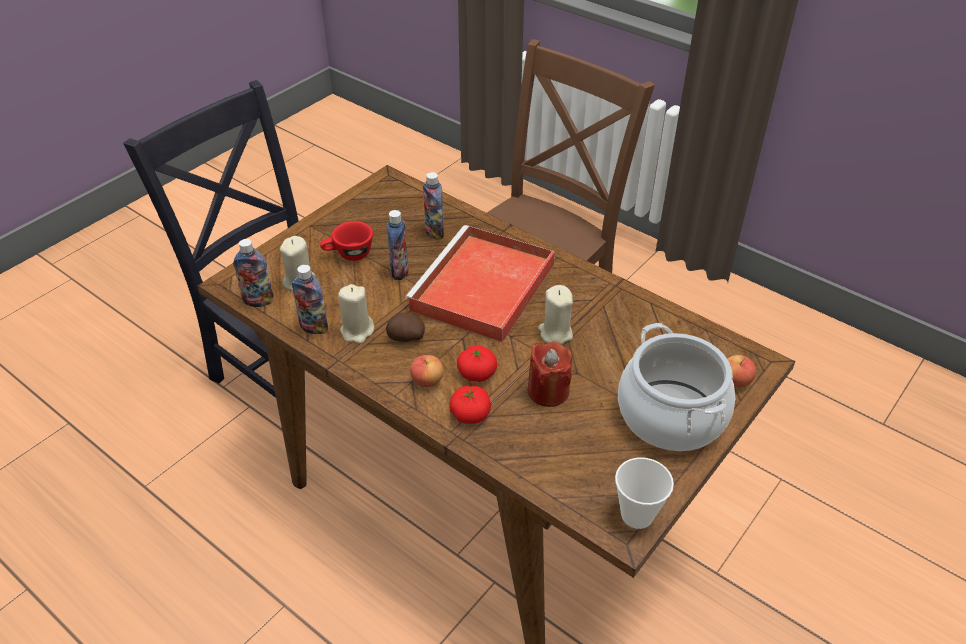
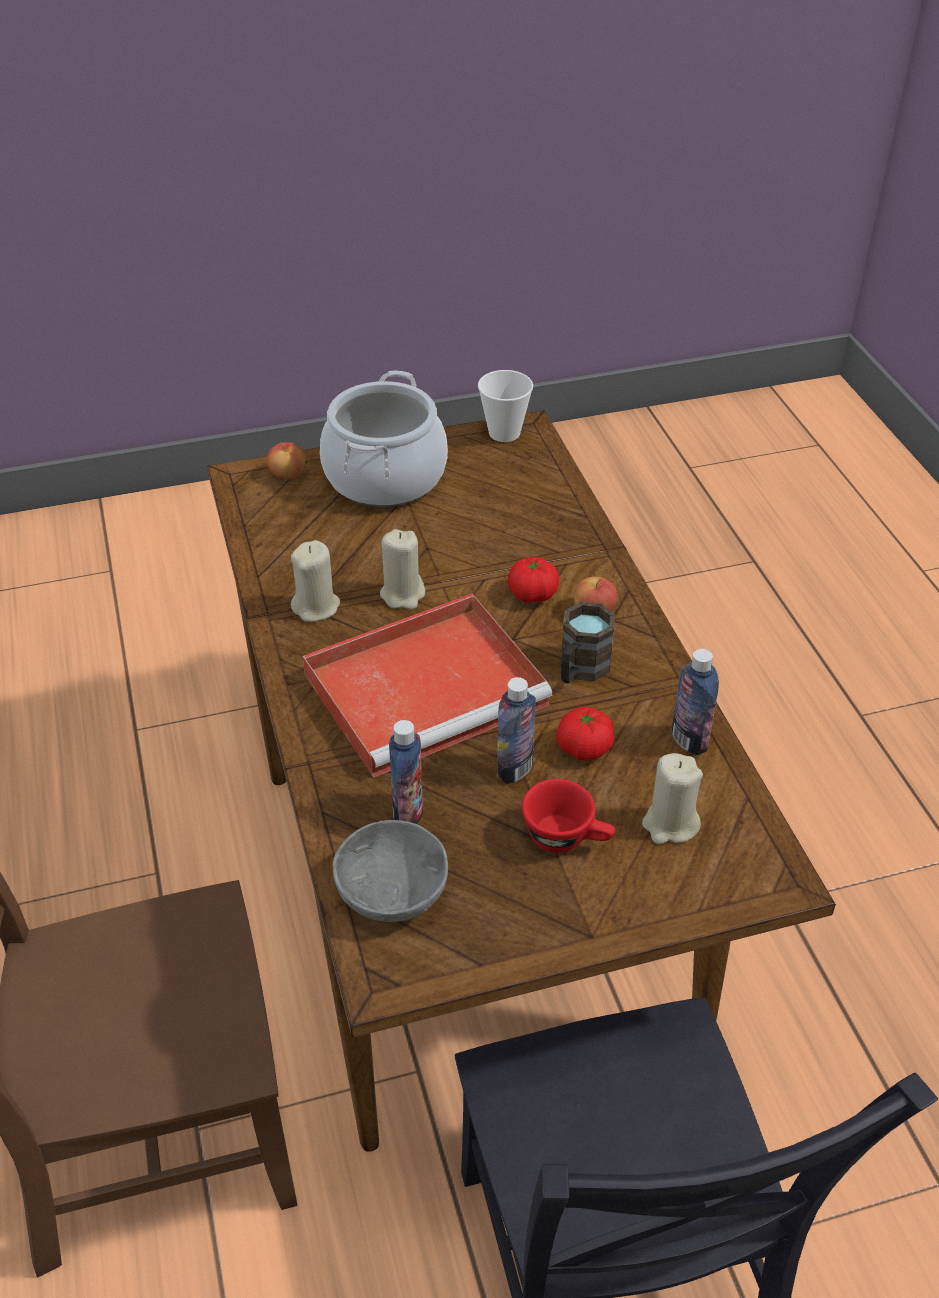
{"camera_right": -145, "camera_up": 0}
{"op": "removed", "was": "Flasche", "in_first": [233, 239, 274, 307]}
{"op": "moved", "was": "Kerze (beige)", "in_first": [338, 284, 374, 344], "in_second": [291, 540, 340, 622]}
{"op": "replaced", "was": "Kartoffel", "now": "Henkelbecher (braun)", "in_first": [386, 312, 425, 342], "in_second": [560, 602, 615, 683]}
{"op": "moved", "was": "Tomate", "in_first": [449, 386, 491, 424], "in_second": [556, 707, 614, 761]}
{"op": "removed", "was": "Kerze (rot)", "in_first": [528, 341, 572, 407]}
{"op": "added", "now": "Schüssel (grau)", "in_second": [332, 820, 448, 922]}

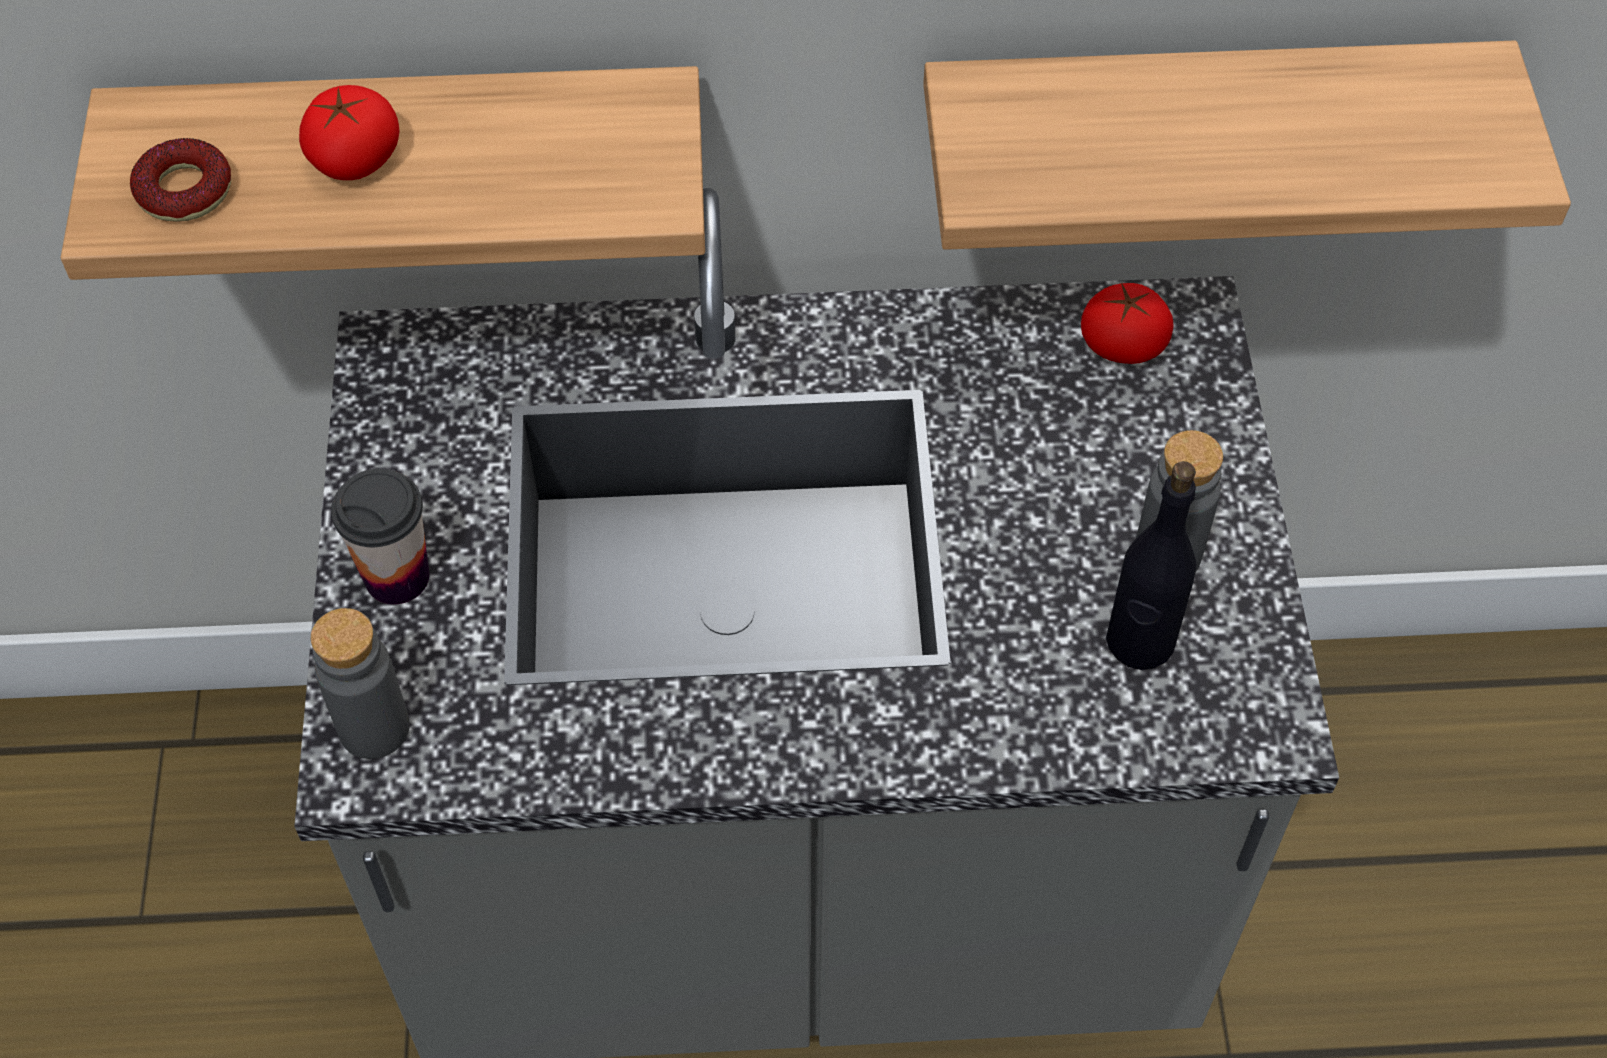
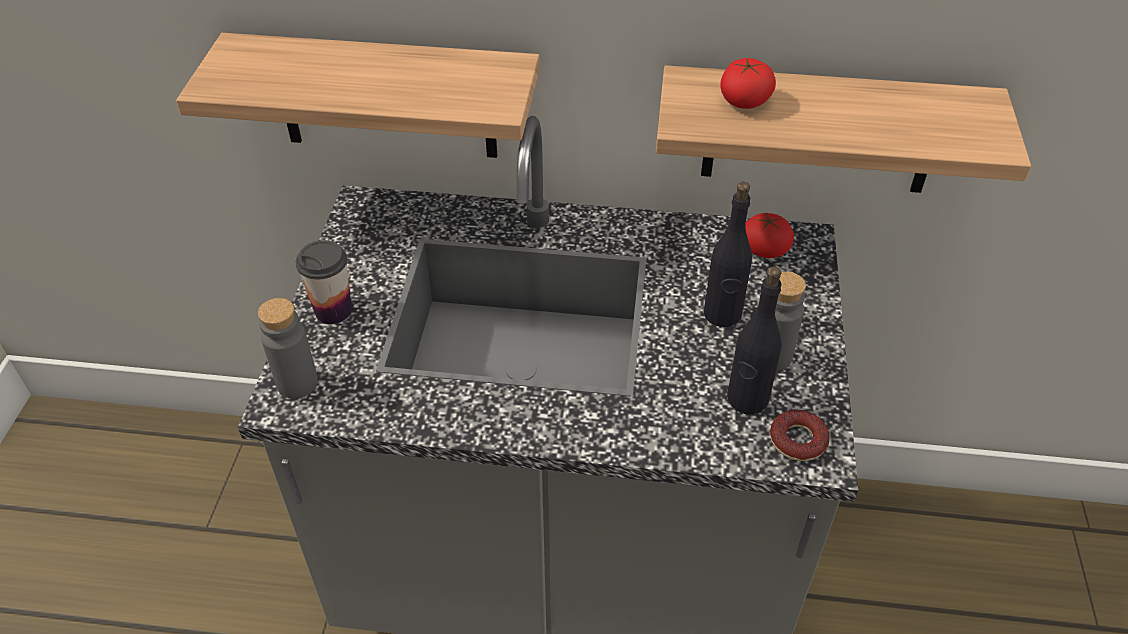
{"camera_right": 10, "camera_up": -10}
{"op": "moved", "was": "Donut", "in_first": [130, 138, 231, 222], "in_second": [770, 409, 830, 461]}
{"op": "moved", "was": "Tomate", "in_first": [299, 85, 400, 180], "in_second": [721, 58, 776, 109]}
{"op": "added", "now": "Flasche (schwarz)", "in_second": [704, 182, 752, 327]}

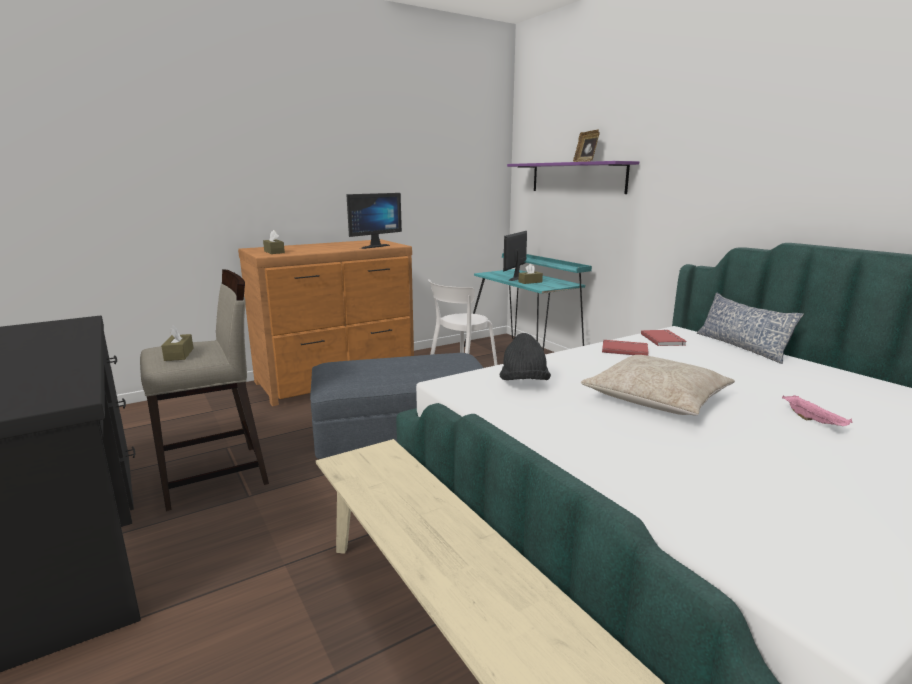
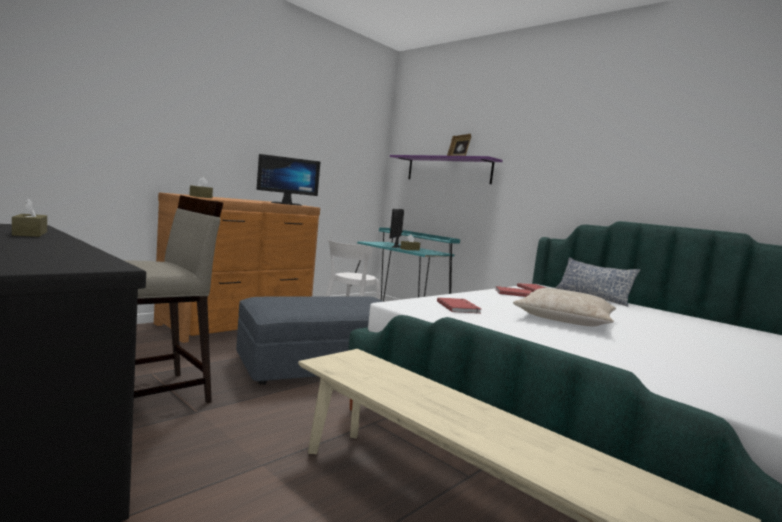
{"camera_right": -15, "camera_up": -10}
{"op": "moved", "was": "Taschentuchbox (braun)", "in_first": [161, 325, 194, 361], "in_second": [12, 198, 47, 237]}
{"op": "turned", "was": "Monitor", "in_first": [346, 193, 402, 249], "in_second": [257, 154, 321, 206], "clockwise": 45}
{"op": "replaced", "was": "Hut (schwarz)", "now": "Buch (rot)", "in_first": [499, 333, 551, 380], "in_second": [437, 298, 481, 314]}
{"op": "removed", "was": "Tablett (rosa)", "in_first": [782, 395, 852, 426]}

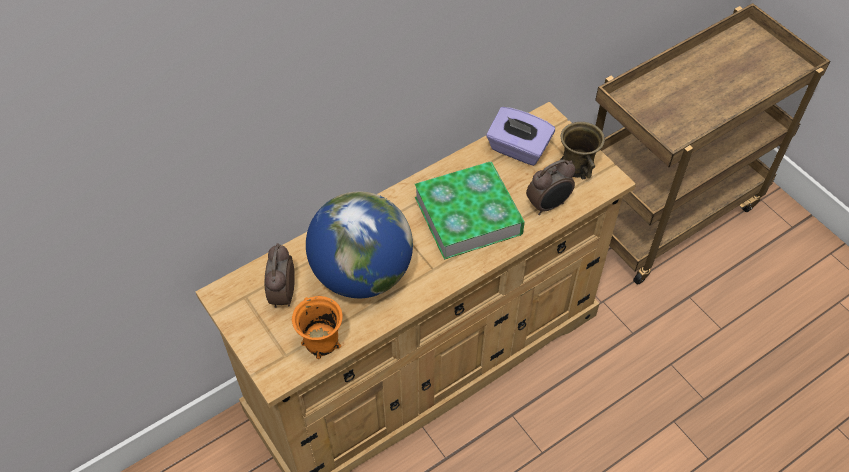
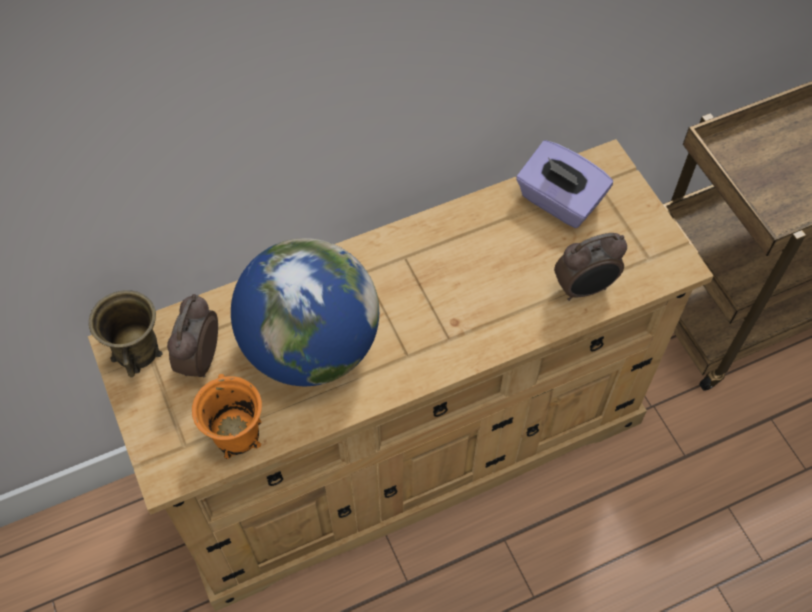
{"camera_right": 10, "camera_up": 5}
{"op": "removed", "was": "Buch", "in_first": [415, 162, 525, 260]}
{"op": "moved", "was": "Henkelbecher (braun)", "in_first": [560, 122, 605, 179], "in_second": [89, 290, 163, 377]}

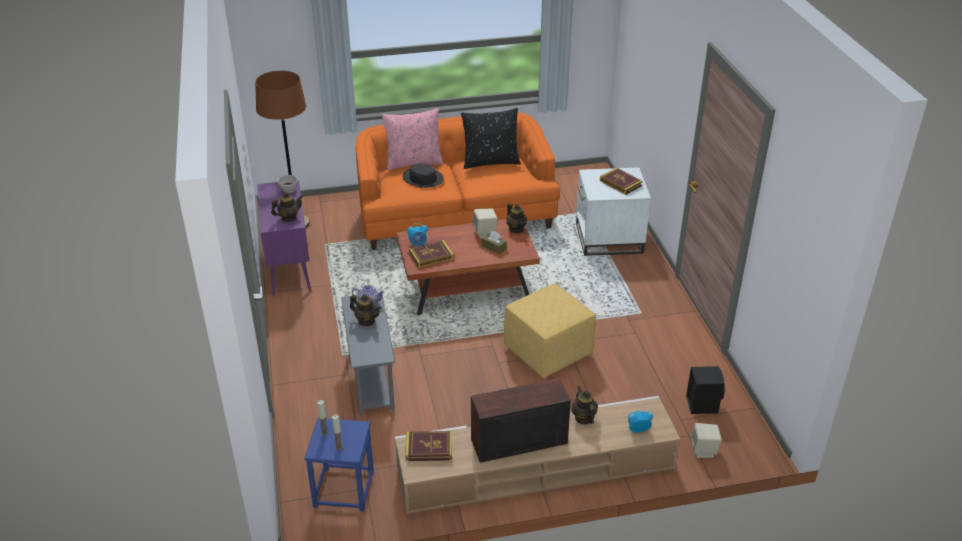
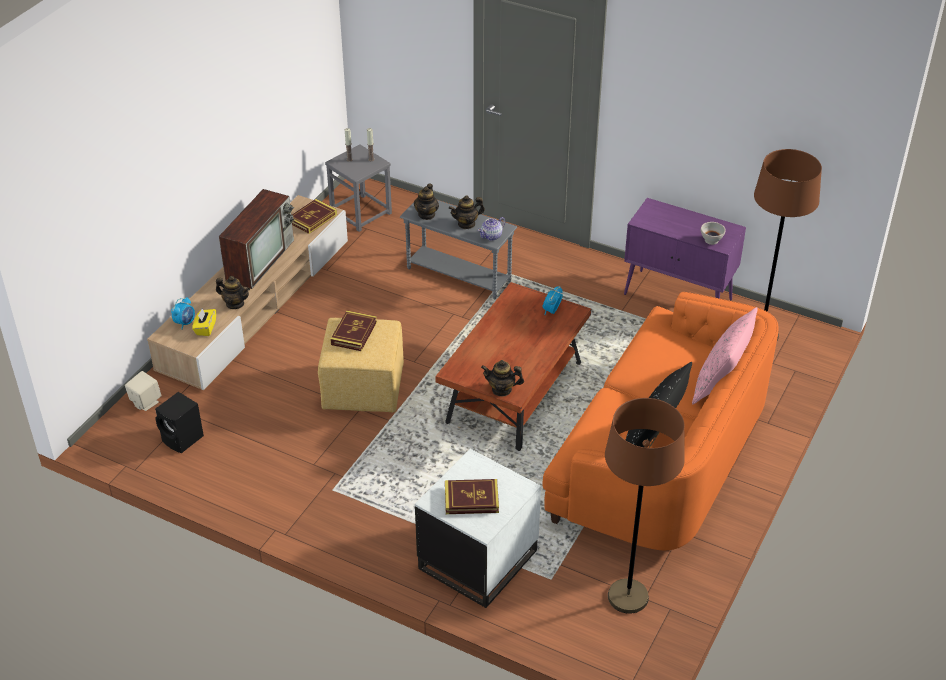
{"camera_right": 130, "camera_up": 5}
{"op": "moved", "was": "Teekanne", "in_first": [271, 192, 303, 222], "in_second": [414, 184, 439, 220]}
{"op": "recoloured", "was": "Hocker (blau)", "now": "Hocker (grau)", "in_first": [305, 418, 374, 512], "in_second": [325, 144, 392, 232]}
{"op": "removed", "was": "Hut (schwarz)", "in_first": [402, 163, 444, 188]}
{"op": "moved", "was": "Buch", "in_first": [409, 240, 454, 268], "in_second": [330, 311, 377, 351]}
{"op": "removed", "was": "Lautsprecher (beige)", "in_first": [473, 208, 498, 238]}
{"op": "removed", "was": "Taschentuchbox (braun)", "in_first": [482, 231, 507, 254]}
{"op": "added", "now": "Taschentuchbox (gelb)", "in_second": [192, 308, 216, 336]}
{"op": "added", "now": "Stehlampe (braun)", "in_second": [605, 398, 685, 614]}

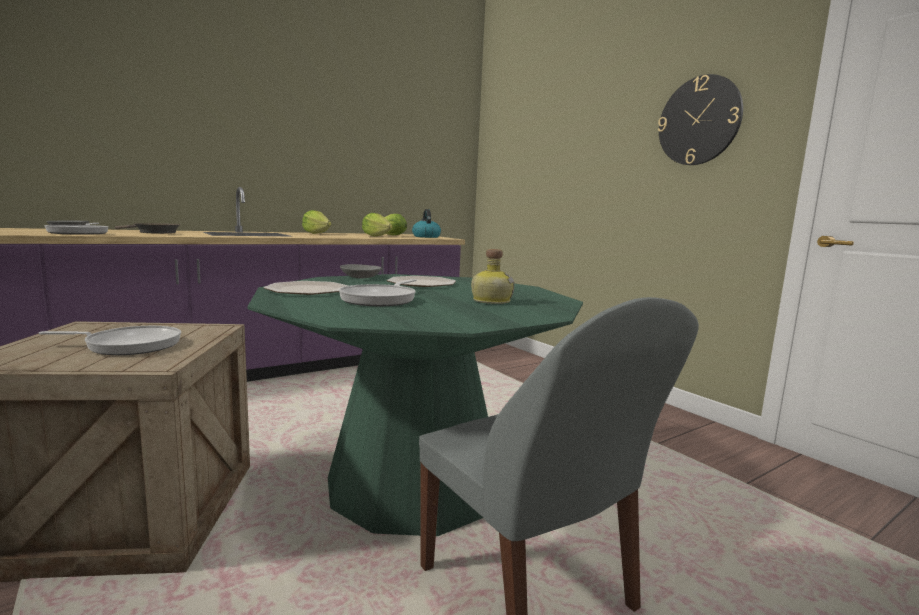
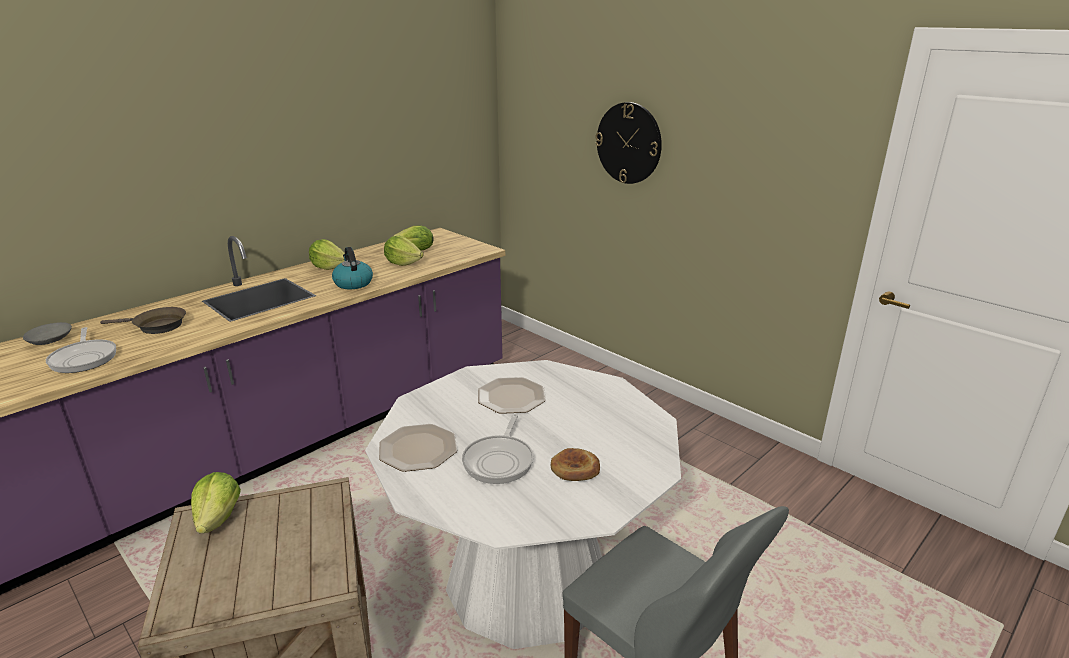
{"camera_right": -10, "camera_up": 15}
{"op": "removed", "was": "Pfanne", "in_first": [39, 326, 181, 355]}
{"op": "recoloured", "was": "Esstisch (grün)", "now": "Esstisch (weiß)", "in_first": [248, 274, 583, 536], "in_second": [365, 360, 681, 649]}
{"op": "removed", "was": "Schüssel (grau)", "in_first": [340, 264, 382, 278]}
{"op": "moved", "was": "Wasserkessel", "in_first": [412, 209, 441, 238], "in_second": [332, 247, 373, 289]}
{"op": "removed", "was": "Flasche", "in_first": [471, 249, 514, 304]}
{"op": "moved", "was": "Wanduhr", "in_first": [658, 74, 743, 165], "in_second": [595, 102, 662, 184]}
{"op": "added", "now": "Salatkopf", "in_second": [191, 472, 241, 533]}
{"op": "added", "now": "Brot", "in_second": [551, 448, 600, 481]}

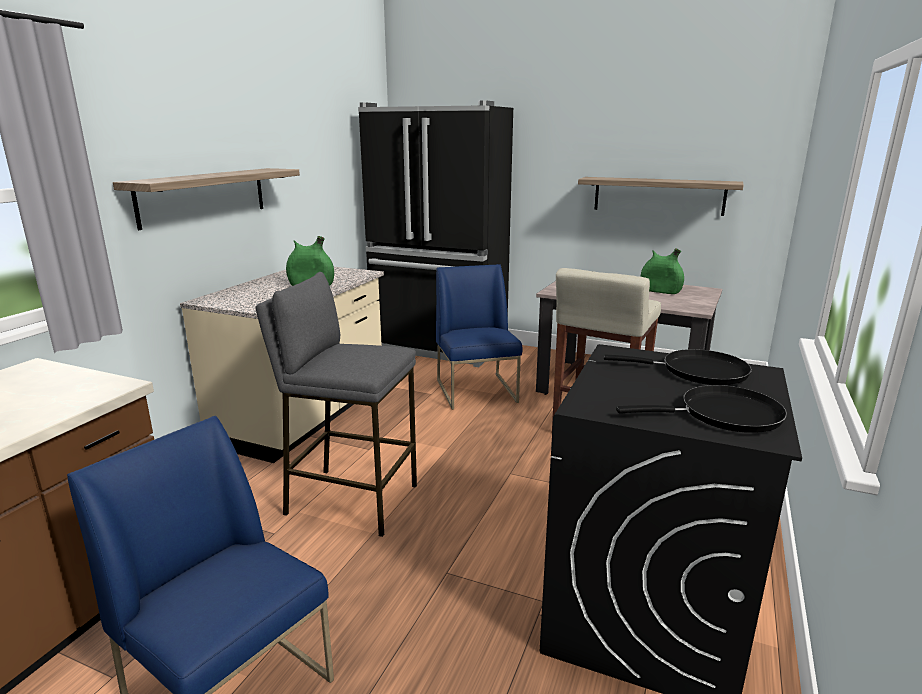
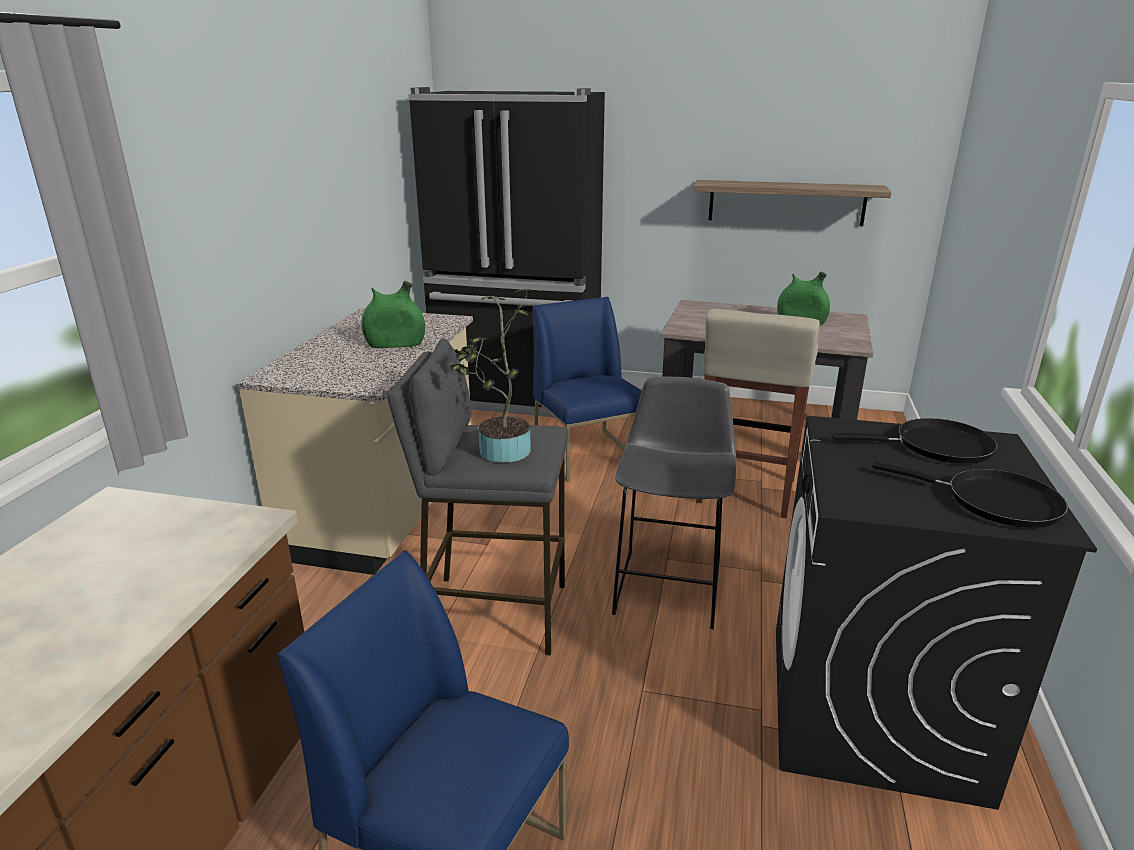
{"camera_right": -10, "camera_up": 5}
{"op": "removed", "was": "Wandregal", "in_first": [113, 168, 300, 230]}
{"op": "turned", "was": "Pfanne (schwarz)", "in_first": [616, 385, 787, 433], "in_second": [872, 462, 1068, 528], "clockwise": 45}
{"op": "added", "now": "Topfpflanze", "in_second": [449, 289, 537, 463]}
{"op": "added", "now": "Hocker (grau)", "in_second": [612, 377, 736, 629]}

